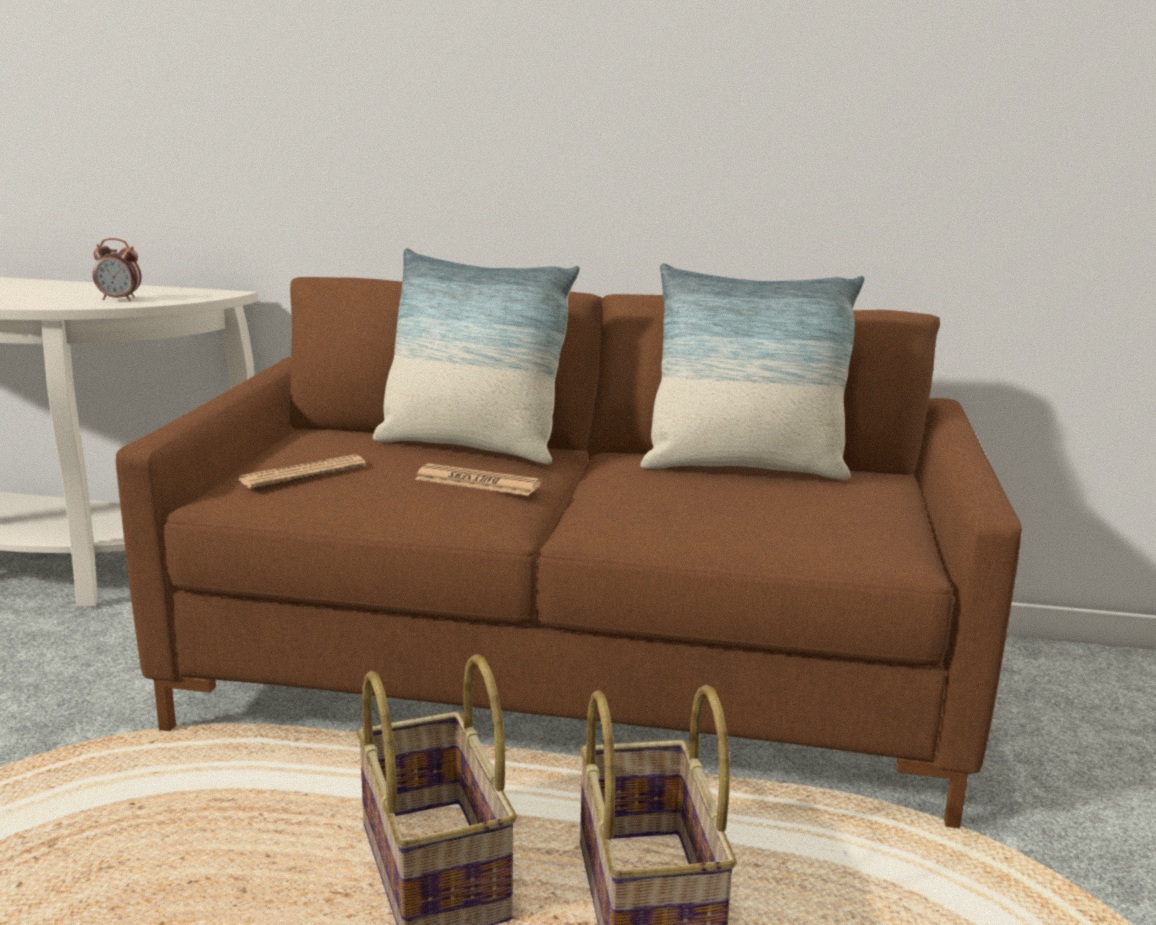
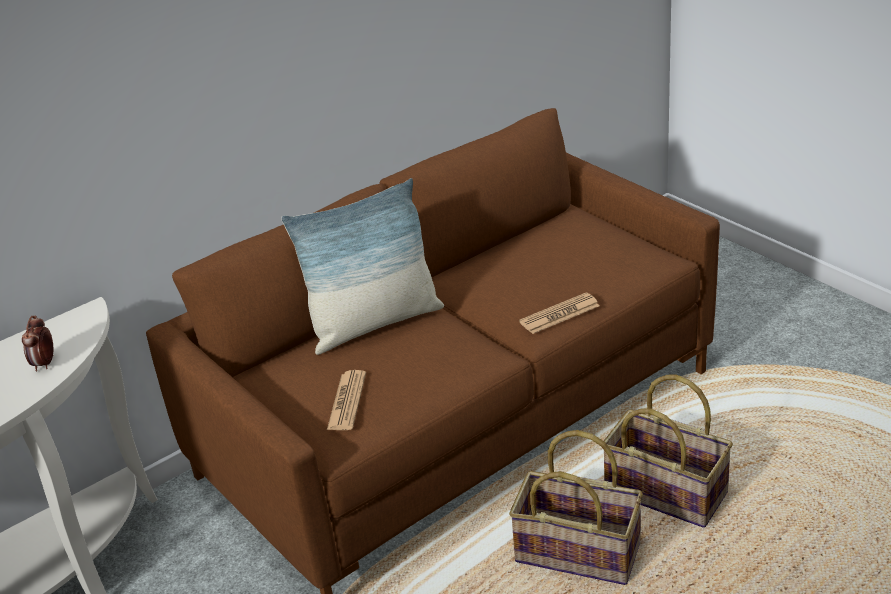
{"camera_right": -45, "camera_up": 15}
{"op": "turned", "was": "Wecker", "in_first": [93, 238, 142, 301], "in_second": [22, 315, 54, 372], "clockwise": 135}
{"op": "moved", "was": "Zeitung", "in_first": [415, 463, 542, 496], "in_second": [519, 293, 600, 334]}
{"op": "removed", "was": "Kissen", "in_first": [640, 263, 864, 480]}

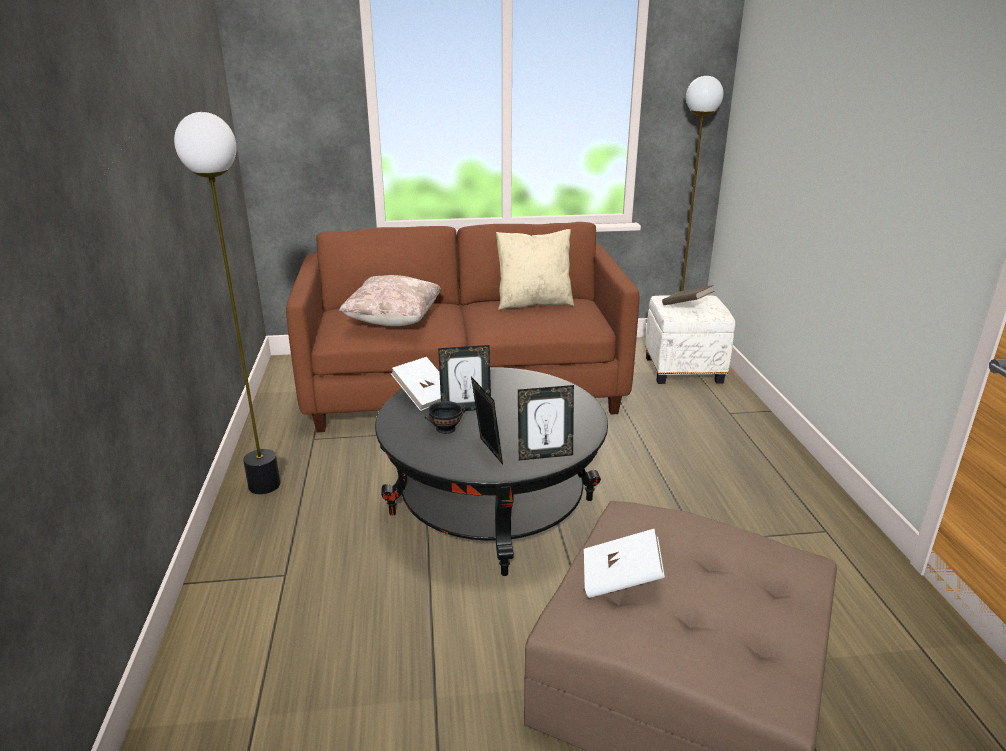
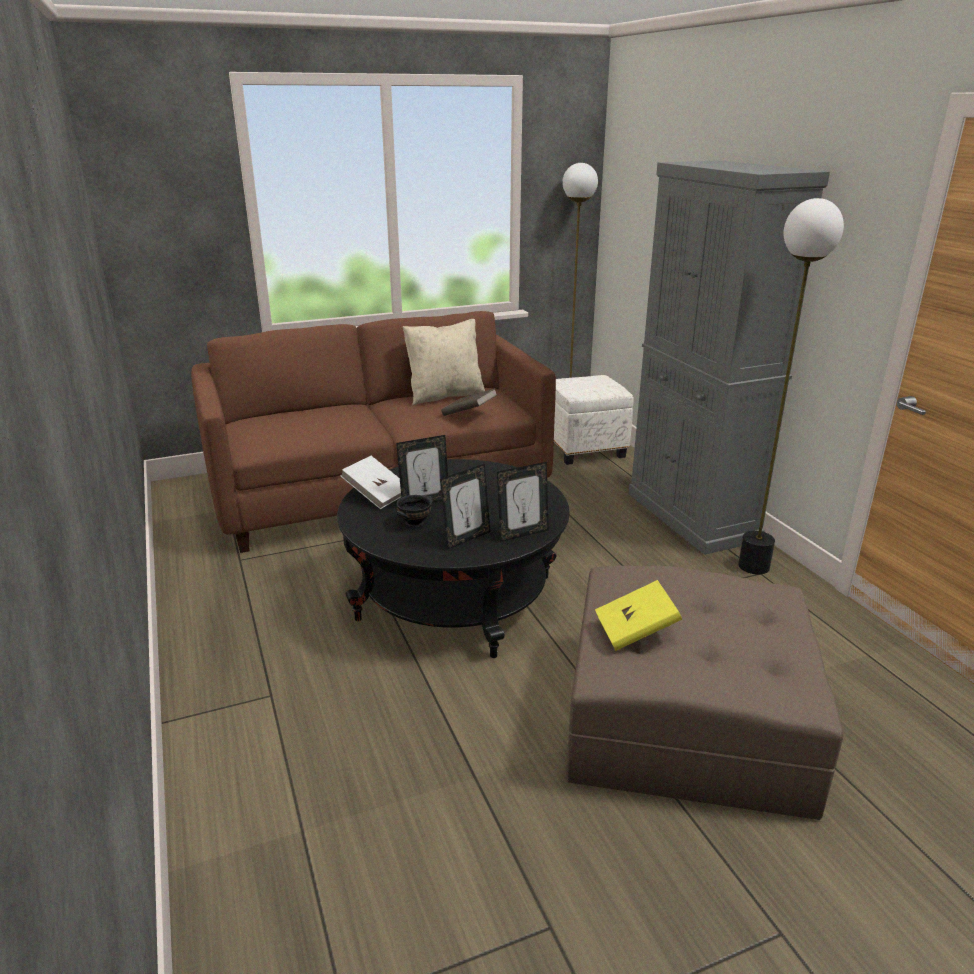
{"camera_right": -15, "camera_up": 0}
{"op": "moved", "was": "Stehlampe", "in_first": [174, 112, 280, 494], "in_second": [738, 198, 844, 574]}
{"op": "removed", "was": "Kissen (beige)", "in_first": [339, 275, 441, 326]}
{"op": "turned", "was": "Bilderrahmen", "in_first": [471, 377, 503, 465], "in_second": [440, 464, 490, 549], "clockwise": 90}
{"op": "recoloured", "was": "Buch (weiß)", "now": "Buch (gelb)", "in_first": [584, 529, 665, 598], "in_second": [595, 580, 682, 651]}
{"op": "moved", "was": "Buch (braun)", "in_first": [662, 285, 715, 305], "in_second": [441, 388, 498, 416]}
{"op": "added", "now": "Schrank (grau)", "in_second": [629, 160, 830, 555]}

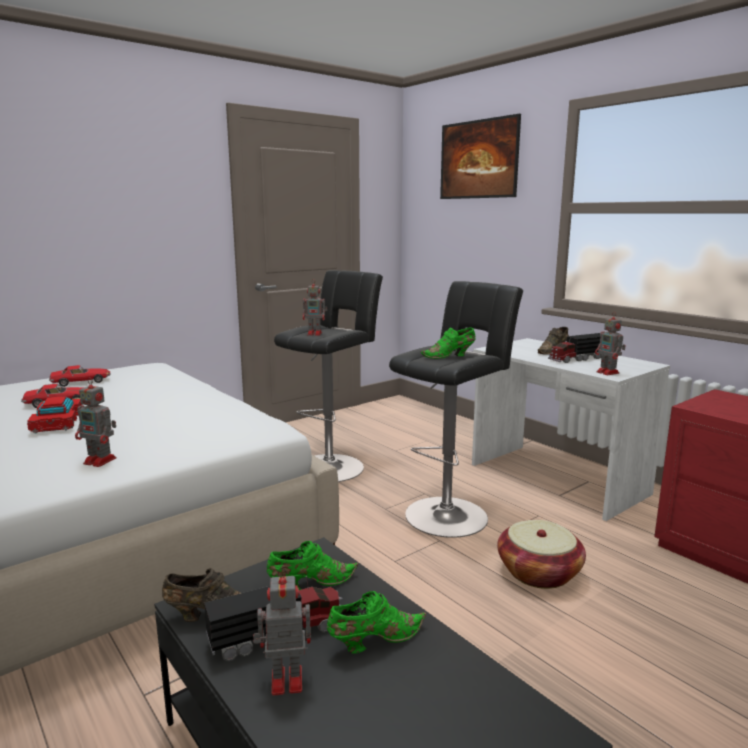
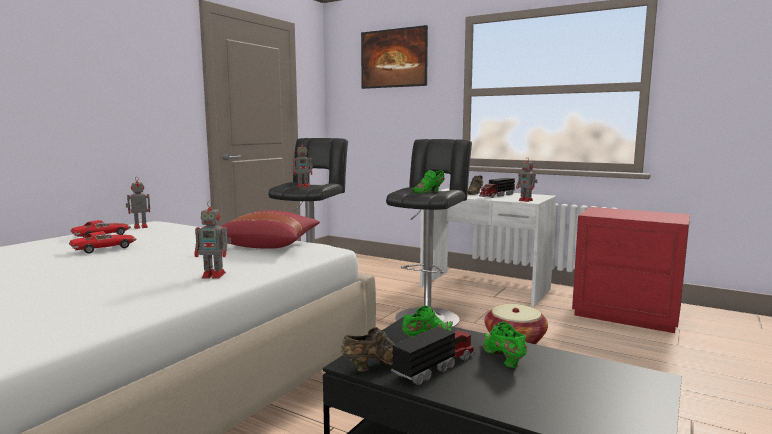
{"camera_right": -20, "camera_up": -5}
{"op": "removed", "was": "Spielzeugauto", "in_first": [27, 396, 83, 433]}
{"op": "moved", "was": "Spielzeugroboter", "in_first": [253, 567, 311, 696], "in_second": [126, 178, 150, 229]}
{"op": "turned", "was": "Schuh (grün)", "in_first": [327, 591, 426, 654], "in_second": [483, 322, 527, 368], "clockwise": -60}
{"op": "added", "now": "Kissen (rot)", "in_second": [222, 210, 320, 249]}

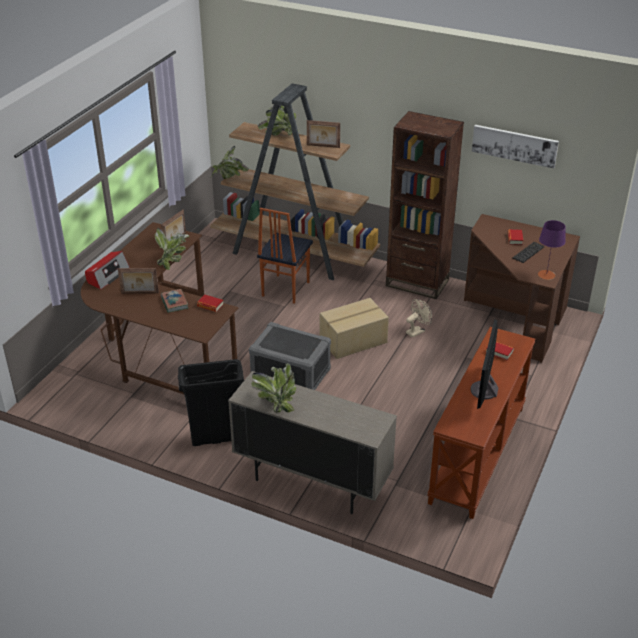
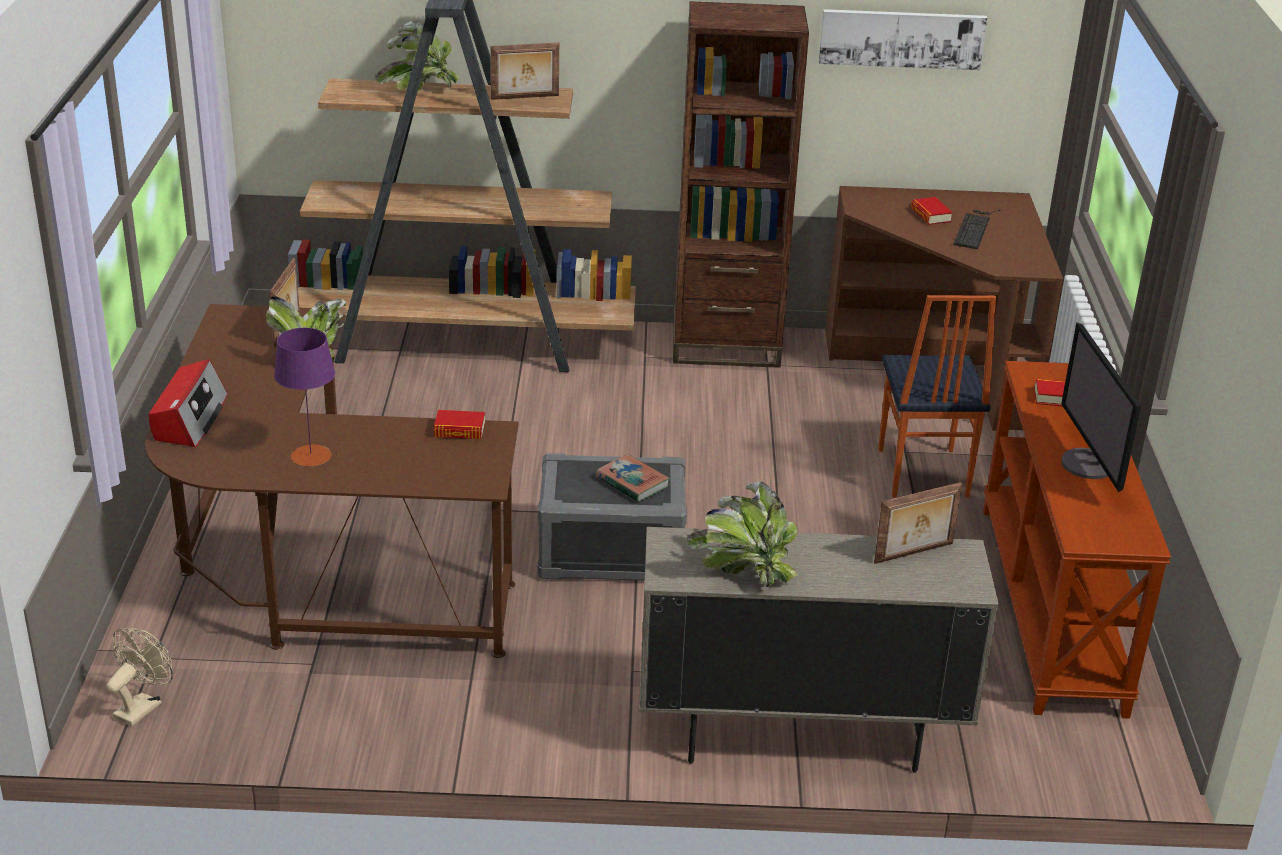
{"camera_right": -25, "camera_up": -5}
{"op": "moved", "was": "Bilderrahmen", "in_first": [118, 268, 159, 294], "in_second": [874, 482, 962, 564]}
{"op": "moved", "was": "Buch", "in_first": [161, 289, 188, 313], "in_second": [596, 454, 670, 502]}
{"op": "removed", "was": "Mülleimer (schwarz)", "in_first": [178, 359, 244, 446]}
{"op": "removed", "was": "Topfpflanze", "in_first": [211, 146, 249, 179]}
{"op": "moved", "was": "Stuhl", "in_first": [257, 208, 313, 304], "in_second": [878, 295, 996, 497]}
{"op": "removed", "was": "Karton", "in_first": [319, 298, 389, 359]}
{"op": "moved", "was": "Ventilator (beige)", "in_first": [406, 299, 432, 338], "in_second": [106, 628, 173, 727]}
{"op": "moved", "was": "Tischlampe (lila)", "in_first": [538, 220, 566, 280], "in_second": [274, 328, 335, 467]}

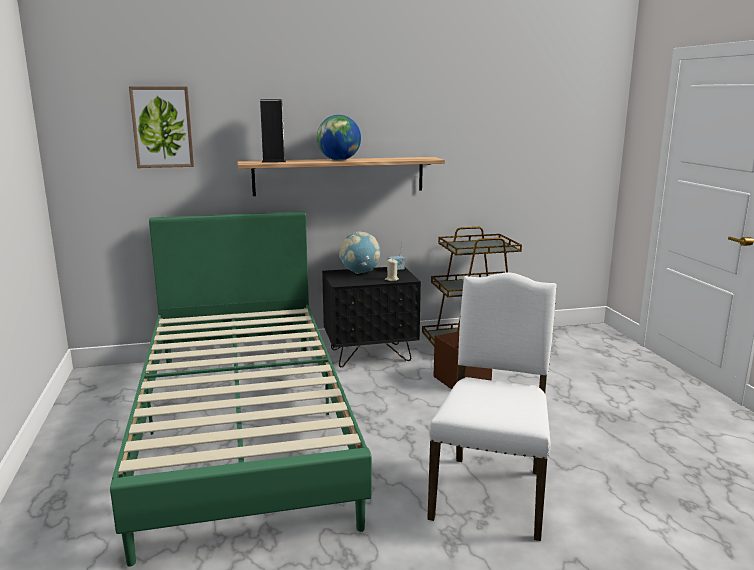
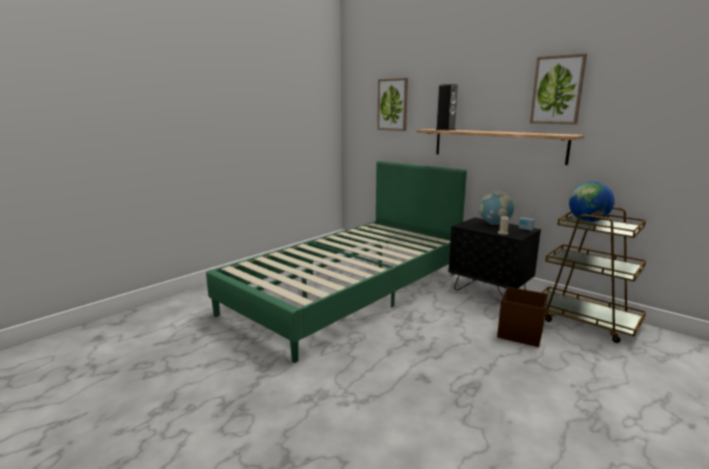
{"camera_right": 55, "camera_up": 0}
{"op": "moved", "was": "Globus", "in_first": [317, 115, 361, 161], "in_second": [569, 181, 615, 222]}
{"op": "removed", "was": "Stuhl (weiß)", "in_first": [427, 272, 557, 541]}
{"op": "added", "now": "Bild", "in_second": [530, 54, 587, 125]}

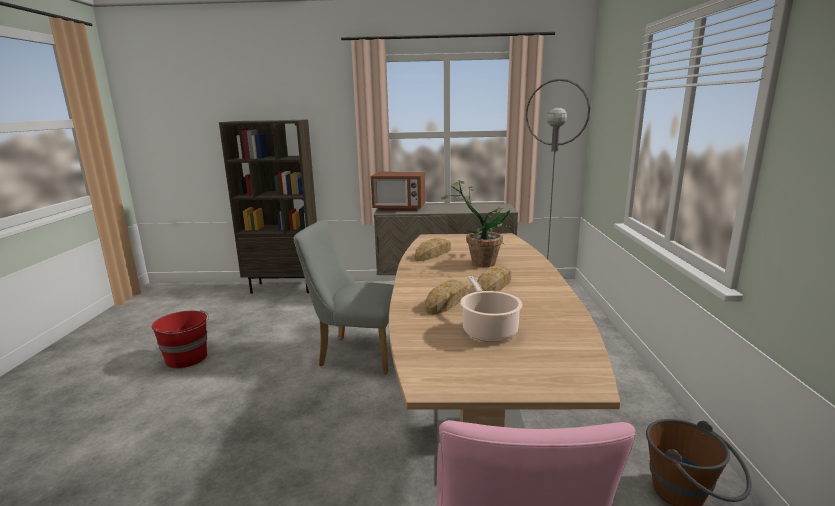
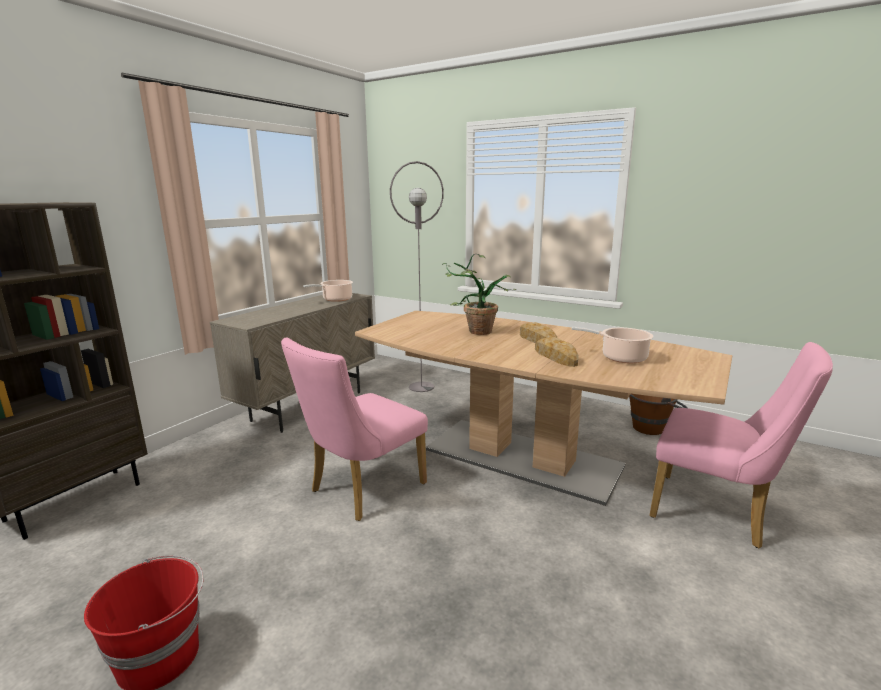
{"camera_right": -60, "camera_up": 0}
{"op": "recoloured", "was": "Stuhl (grau)", "now": "Stuhl (rosa)", "in_first": [294, 220, 394, 374], "in_second": [281, 338, 428, 521]}
{"op": "removed", "was": "Mikrowelle", "in_first": [371, 172, 425, 211]}
{"op": "removed", "was": "Brot", "in_first": [415, 238, 451, 261]}
{"op": "added", "now": "Kochtopf", "in_second": [303, 280, 353, 302]}

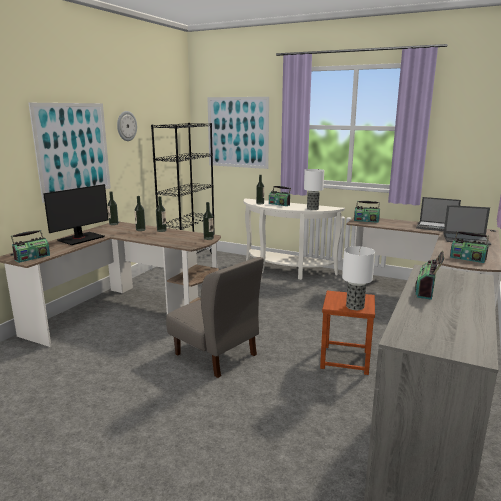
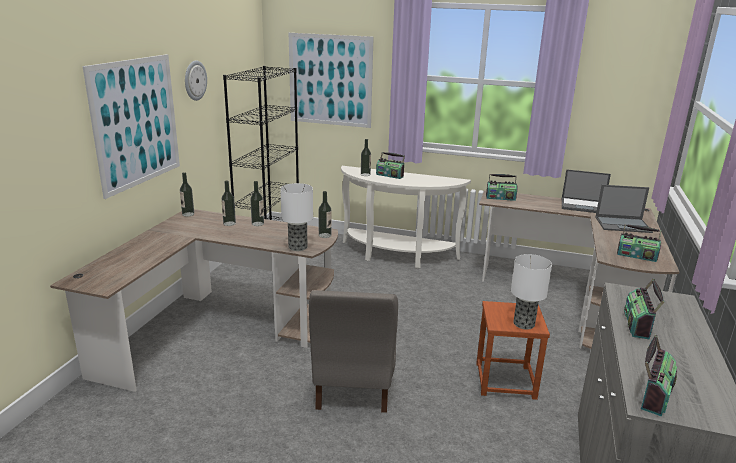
{"camera_right": -10, "camera_up": 5}
{"op": "moved", "was": "Radio", "in_first": [11, 230, 50, 263], "in_second": [641, 335, 677, 417]}
{"op": "removed", "was": "Monitor", "in_first": [43, 184, 108, 245]}
{"op": "turned", "was": "Stuhl (grau)", "in_first": [166, 257, 264, 378], "in_second": [309, 290, 398, 413], "clockwise": 60}
{"op": "moved", "was": "Tischlampe", "in_first": [304, 169, 324, 210], "in_second": [280, 183, 313, 251]}

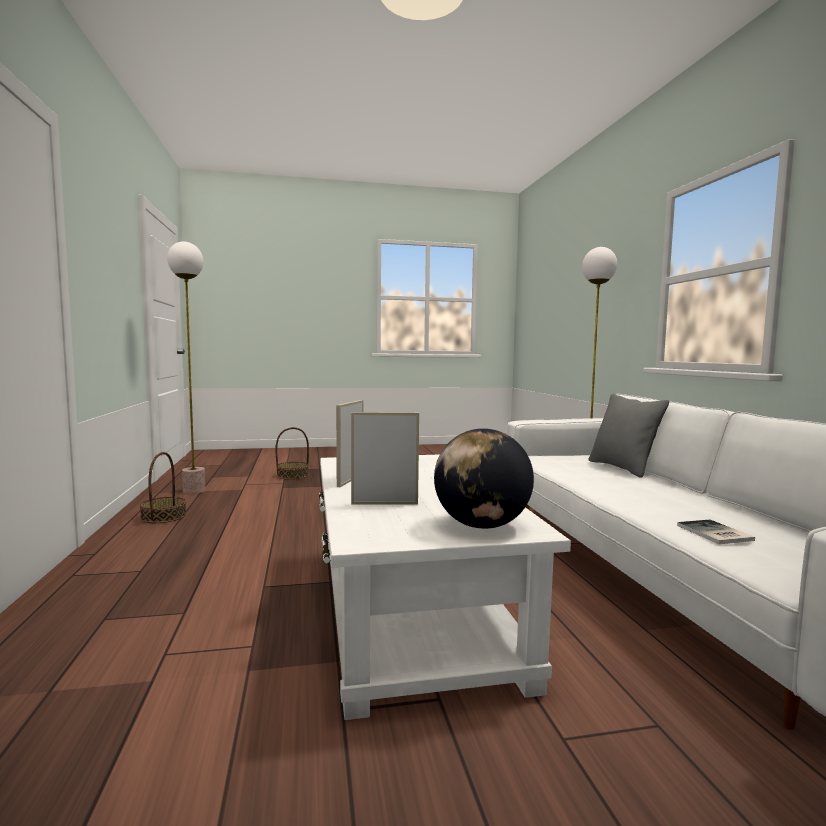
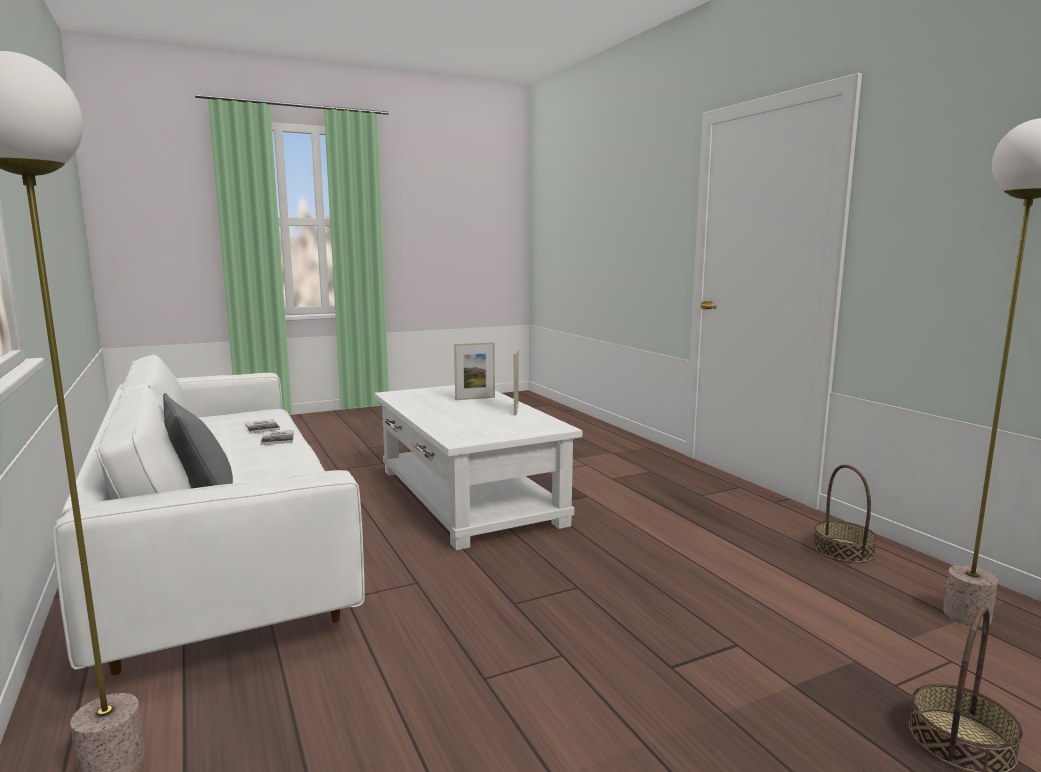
{"camera_right": 165, "camera_up": 5}
{"op": "removed", "was": "Globus", "in_first": [434, 428, 534, 529]}
{"op": "added", "now": "Buch", "in_second": [261, 430, 294, 445]}

